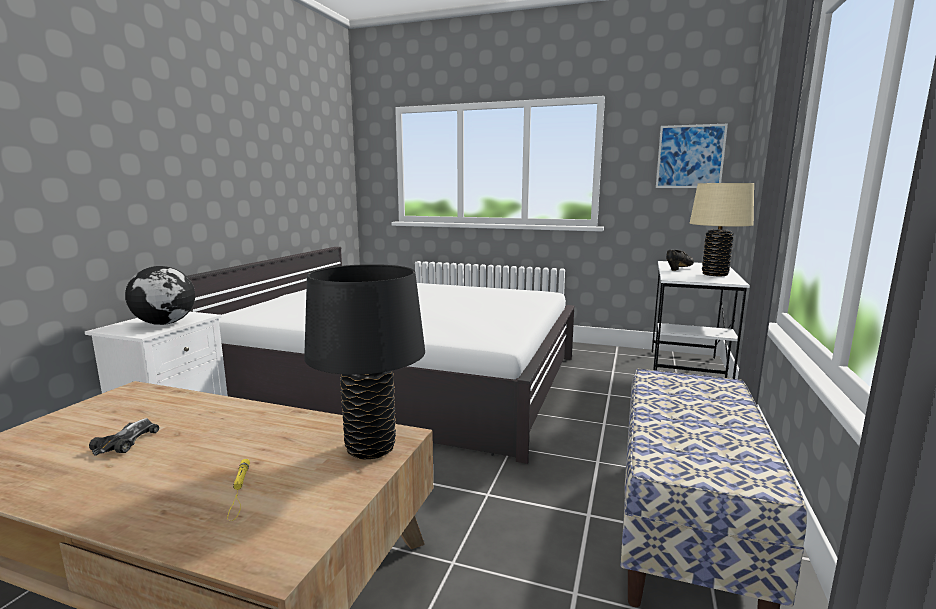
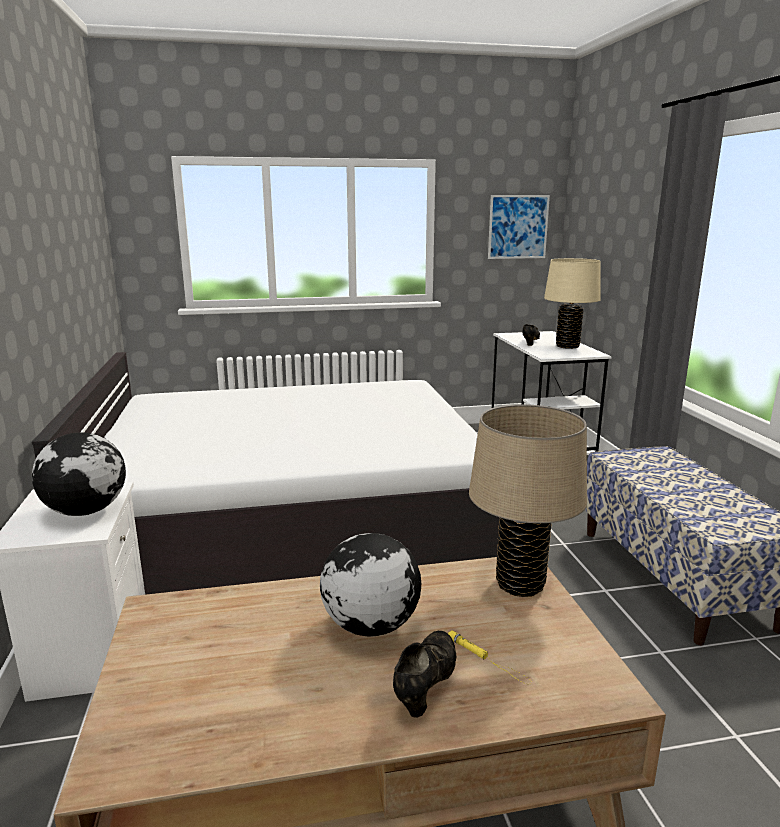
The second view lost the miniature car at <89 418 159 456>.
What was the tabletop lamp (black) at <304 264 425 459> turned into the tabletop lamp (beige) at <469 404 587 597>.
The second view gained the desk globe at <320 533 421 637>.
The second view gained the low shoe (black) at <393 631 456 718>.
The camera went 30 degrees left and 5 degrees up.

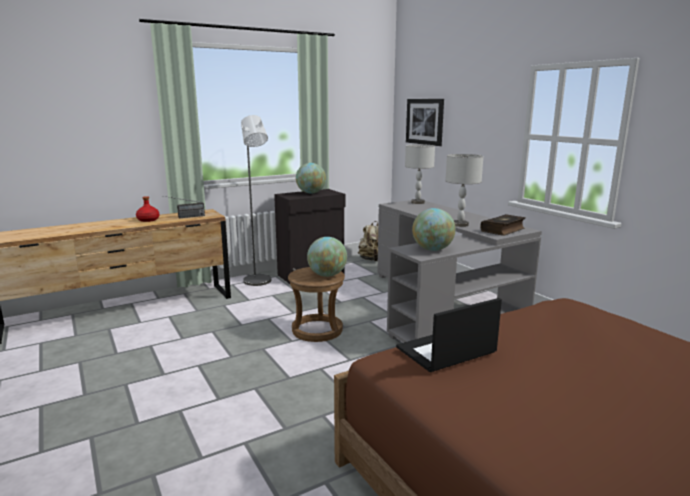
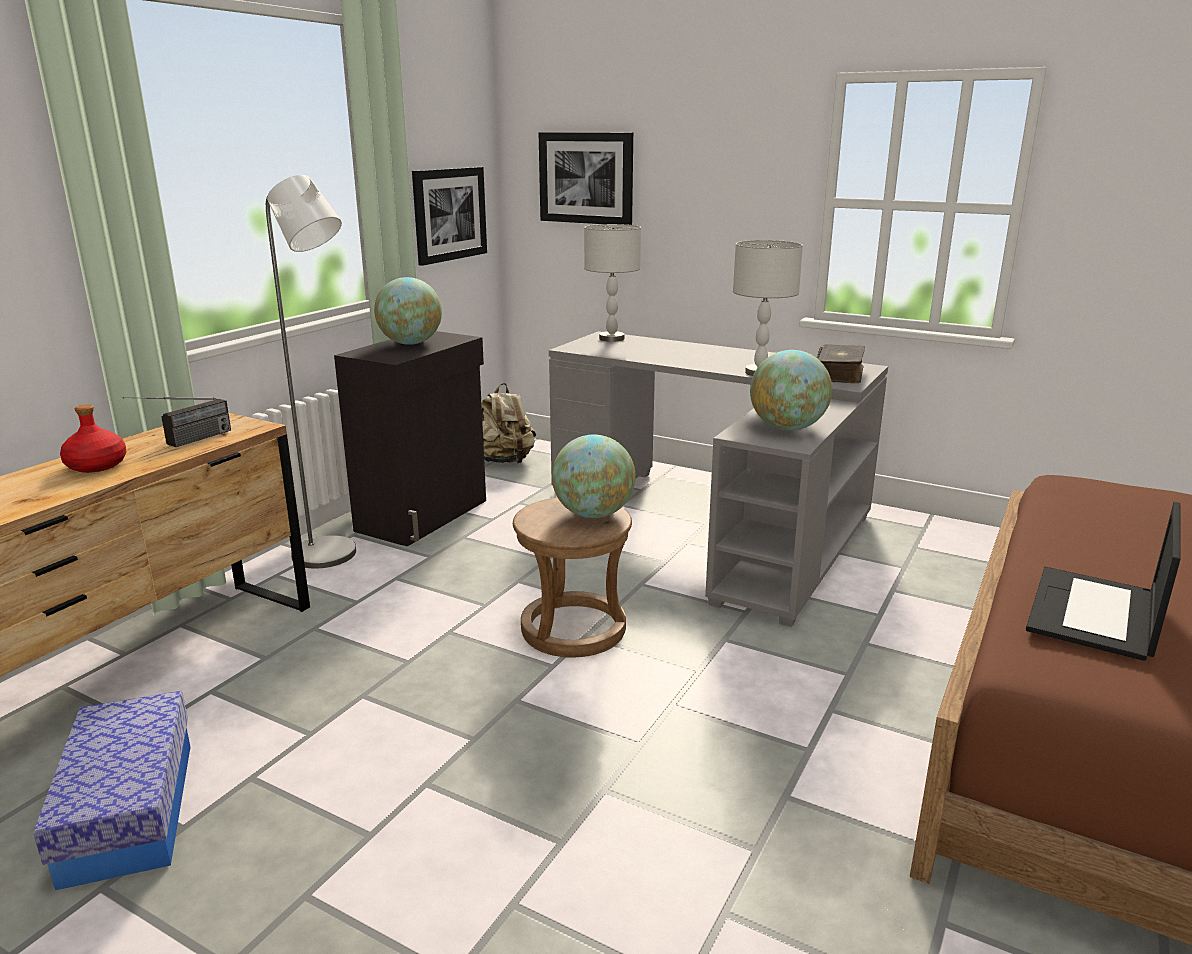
The second view gained the storage box at <33 691 190 890>.
The second view gained the wall picture at <412 167 487 266>.
The camera went 30 degrees left and 5 degrees up.

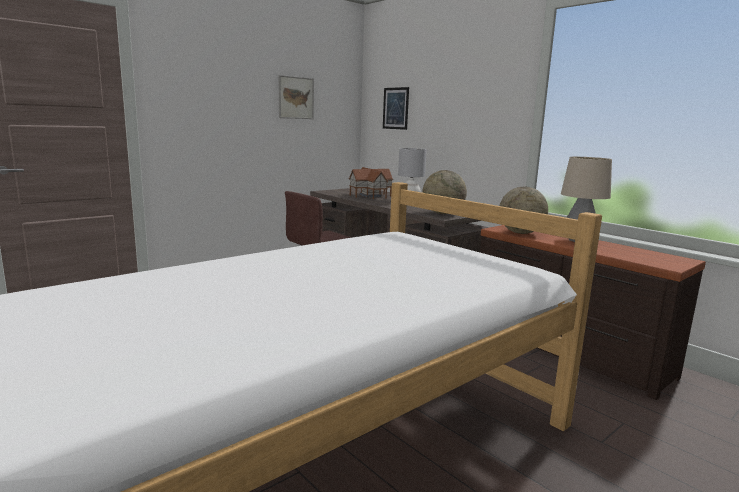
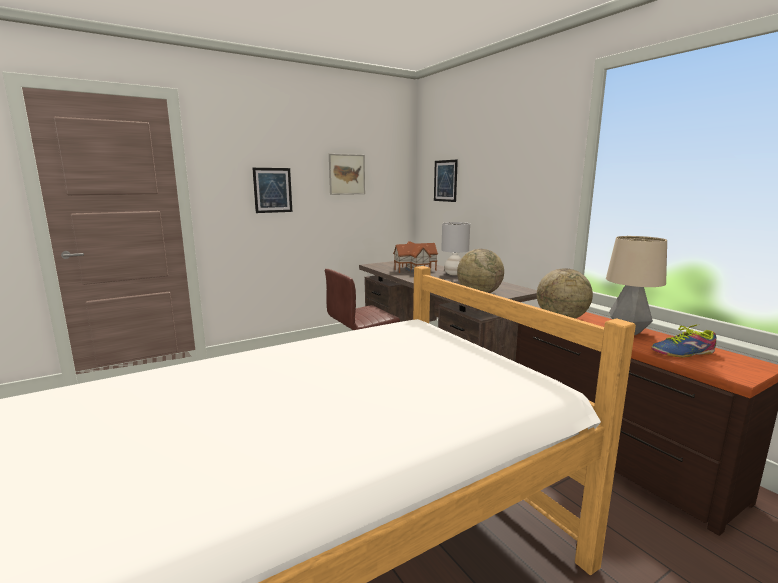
The second view gained the wall picture at <252 168 292 213>.
The second view gained the low shoe at <651 324 716 357>.
The camera went 10 degrees right and 0 degrees up.

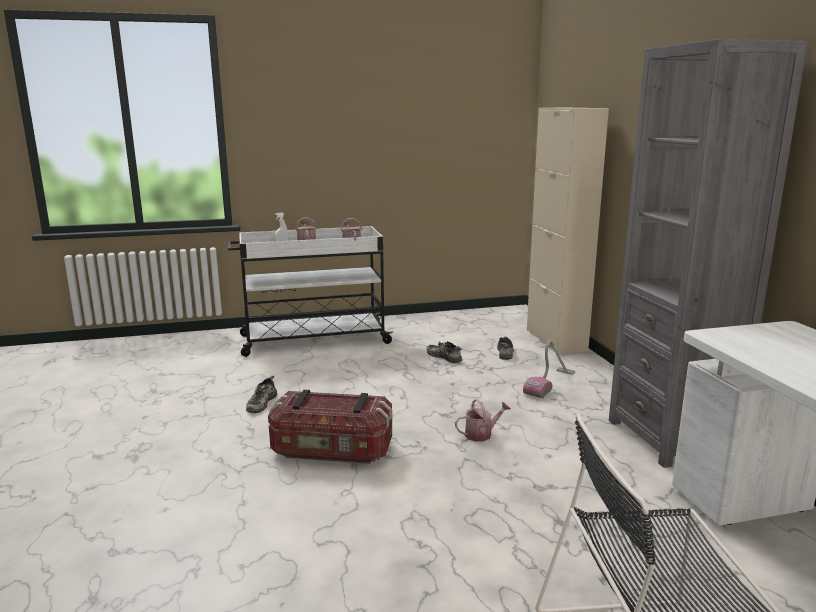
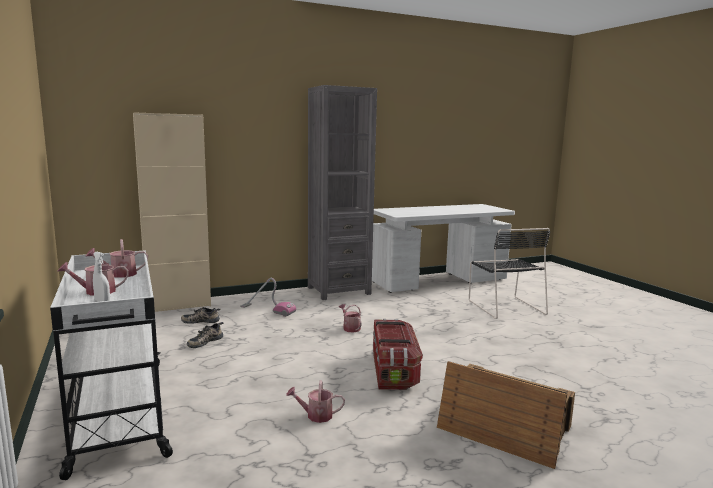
Where the low shoe stood at <246 376 277 413>, the watering can came to stand at <286 380 345 423>.
The second view gained the crate at <437 361 575 469>.
The camera went 100 degrees left and 5 degrees down.

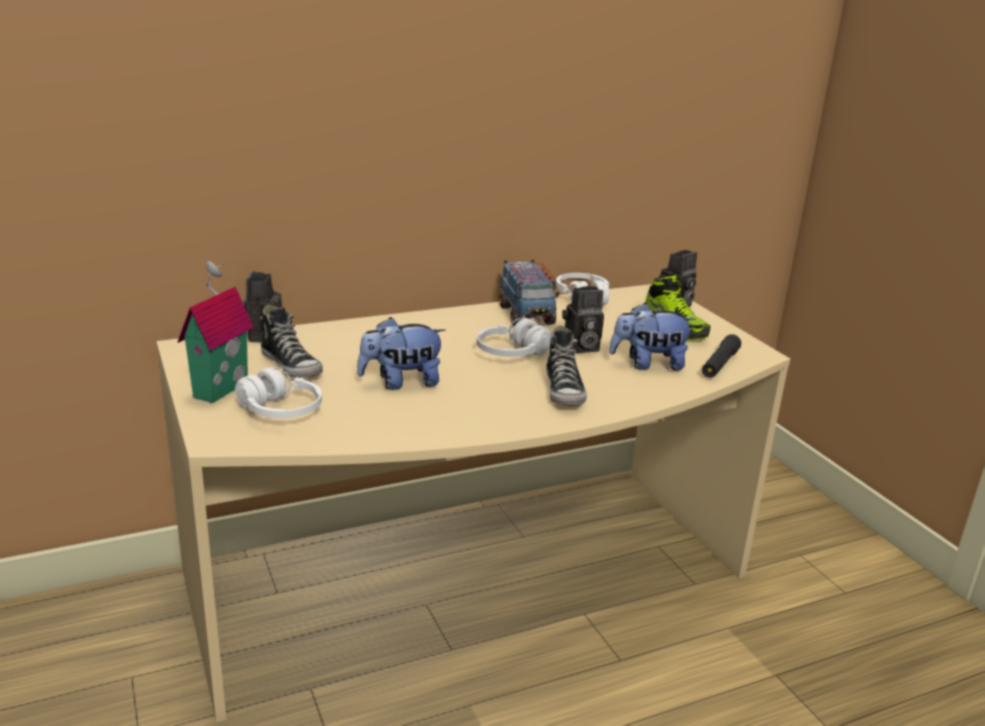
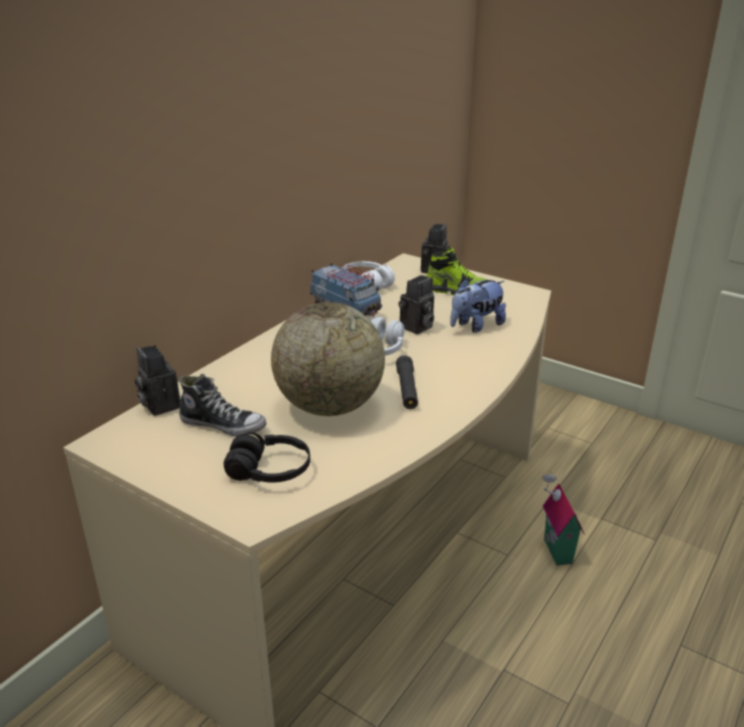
The miniature house ended up elsewhere, having gone from <178 261 254 403> to <542 471 584 565>.
What was the headset (white) at <235 367 322 418> turned into the headset (black) at <223 433 310 483>.
Where the plush toy stood at <357 317 446 390>, the desk globe came to stand at <271 302 385 416>.
The second view lost the low shoe at <546 325 587 407>.
The torch (black) ended up elsewhere, having gone from <702 334 741 378> to <396 355 418 409>.
The camera went 30 degrees left and 5 degrees up.

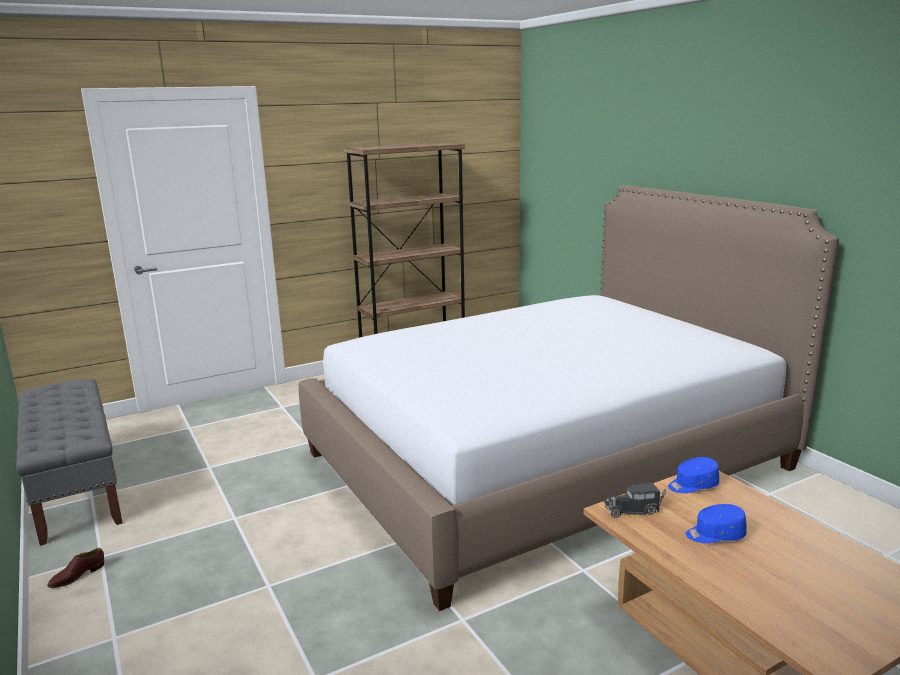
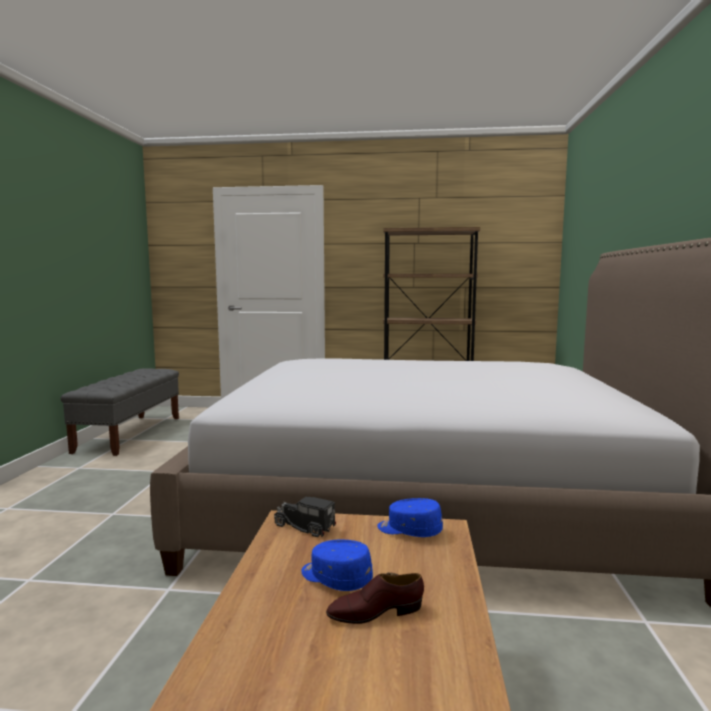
The low shoe (brown-coloured) ended up elsewhere, having gone from <47 548 104 588> to <326 572 424 624>.
The camera went 35 degrees right and 10 degrees down.

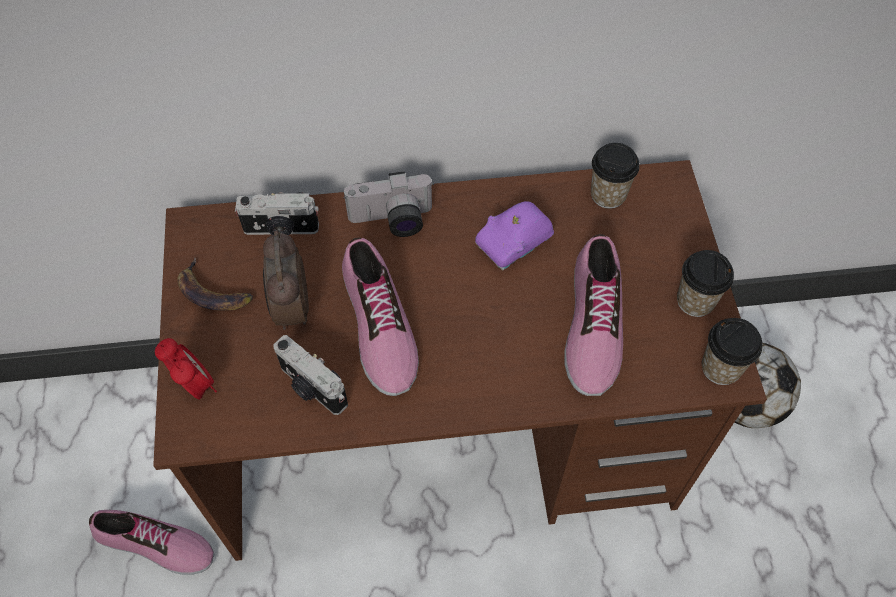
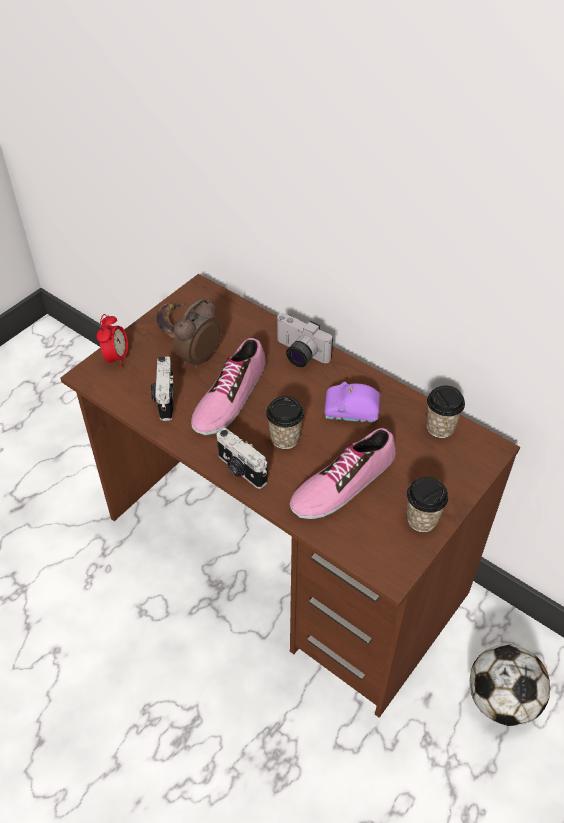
The second view lost the low shoe at <89 510 214 575>.
The still camera ended up elsewhere, having gone from <235 192 319 235> to <217 428 268 489>.
The small cup ended up elsewhere, having gone from <702 318 762 385> to <266 396 304 449>.
The camera went 45 degrees right and 10 degrees down.

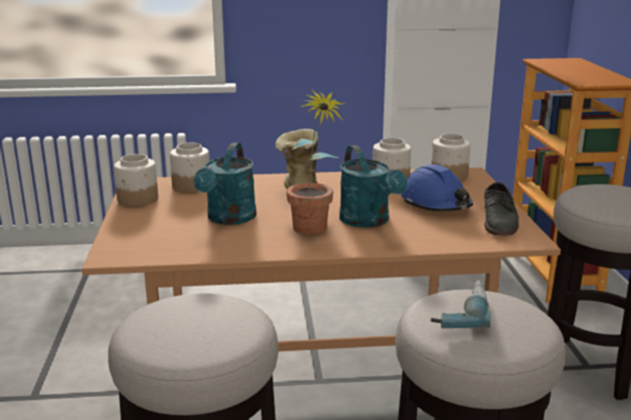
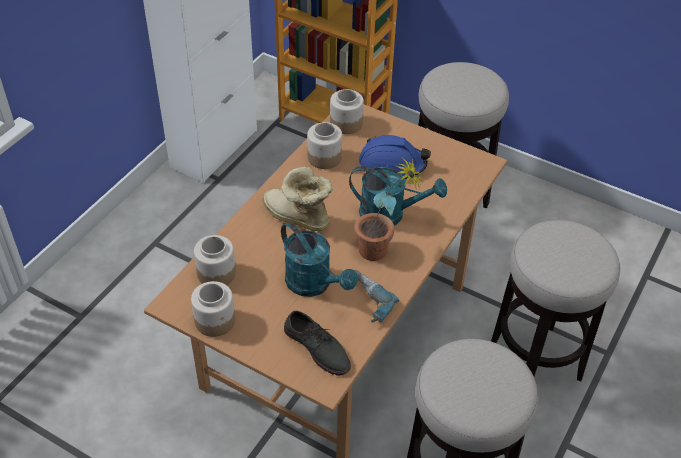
The power drill ended up elsewhere, having gone from <431 281 491 328> to <352 269 399 323>.
The low shoe (greyish) ended up elsewhere, having gone from <484 182 519 236> to <284 311 351 376>.
The camera went 55 degrees left and 25 degrees up.

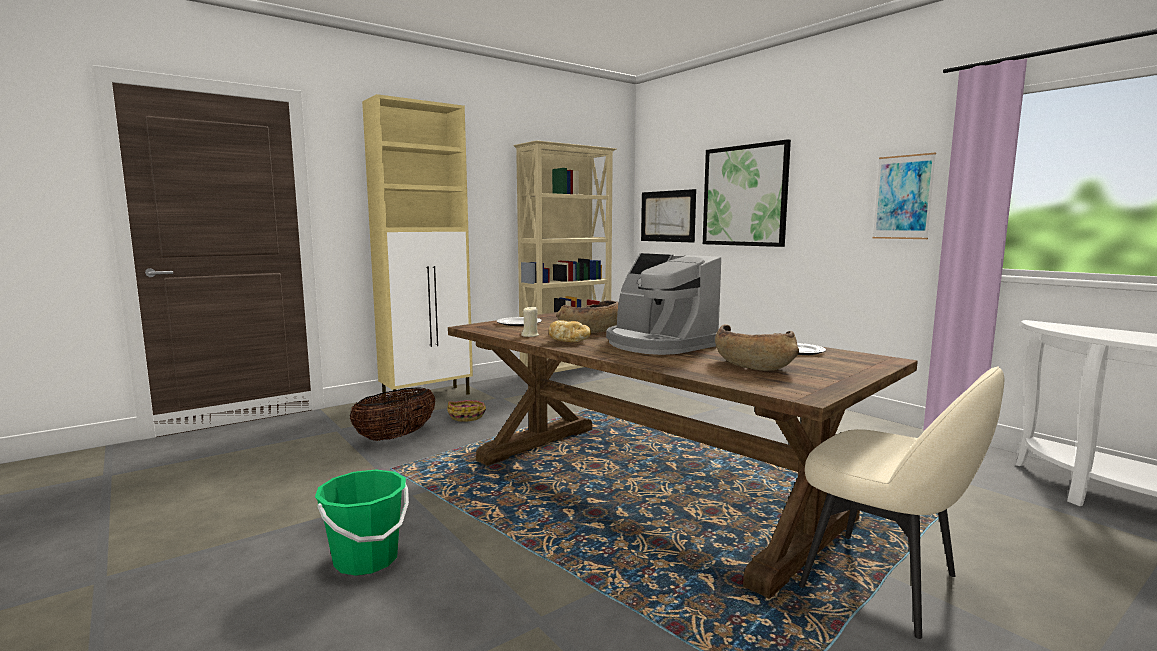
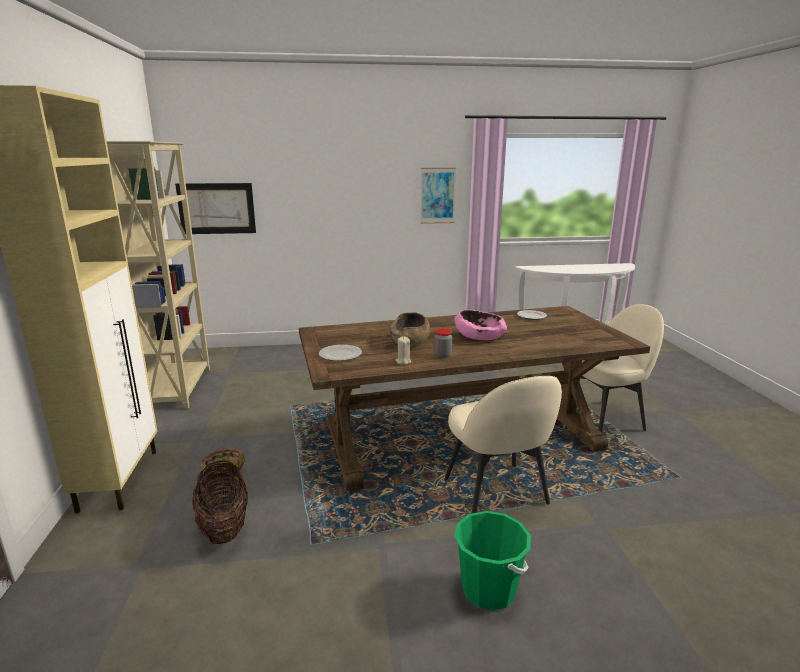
Where the bakery bread stood at <549 320 591 342>, the preserve jar came to stand at <434 329 452 358>.
Where the coffee maker stood at <606 253 721 355>, the bowl (pink) came to stand at <454 310 507 340>.
The second view lost the wall picture at <703 139 791 247>.
The second view lost the bowl (brown-coloured) at <715 324 799 371>.
The second view gained the upright chair (beige) at <444 376 562 513>.
The camera went 60 degrees left and 10 degrees up.

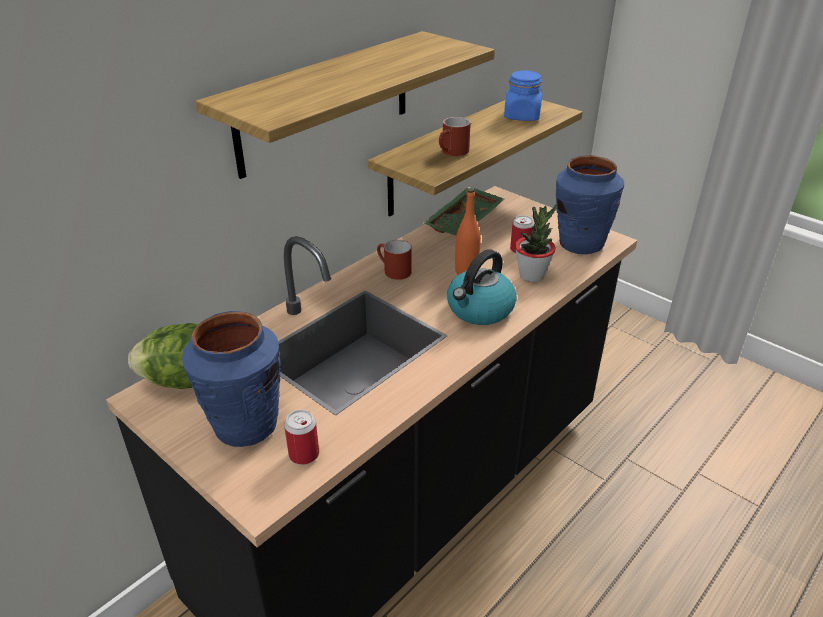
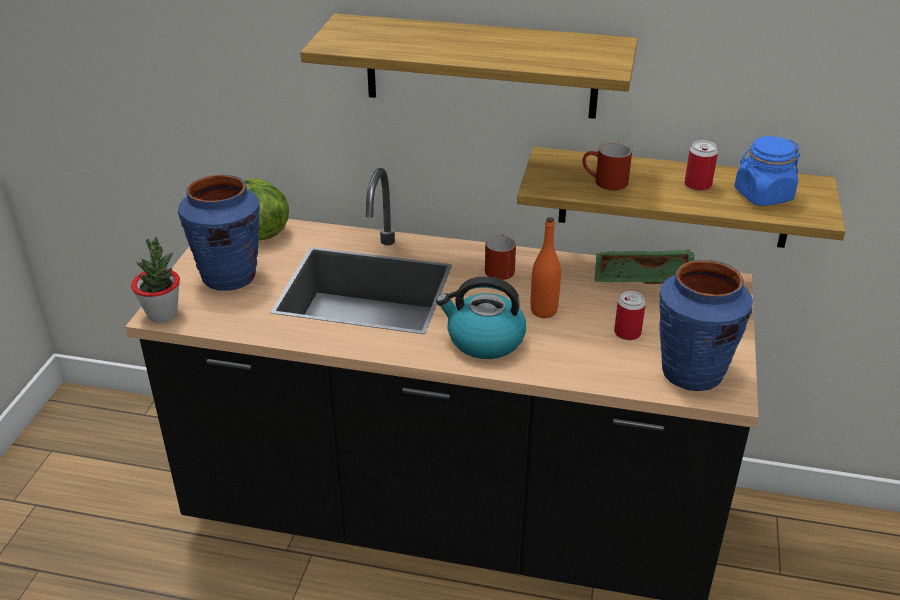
The metal can ended up elsewhere, having gone from <284 410 319 465> to <684 140 718 191>.
The potted plant ended up elsewhere, having gone from <515 204 557 282> to <131 237 180 323>.
The camera went 60 degrees right and 0 degrees up.

